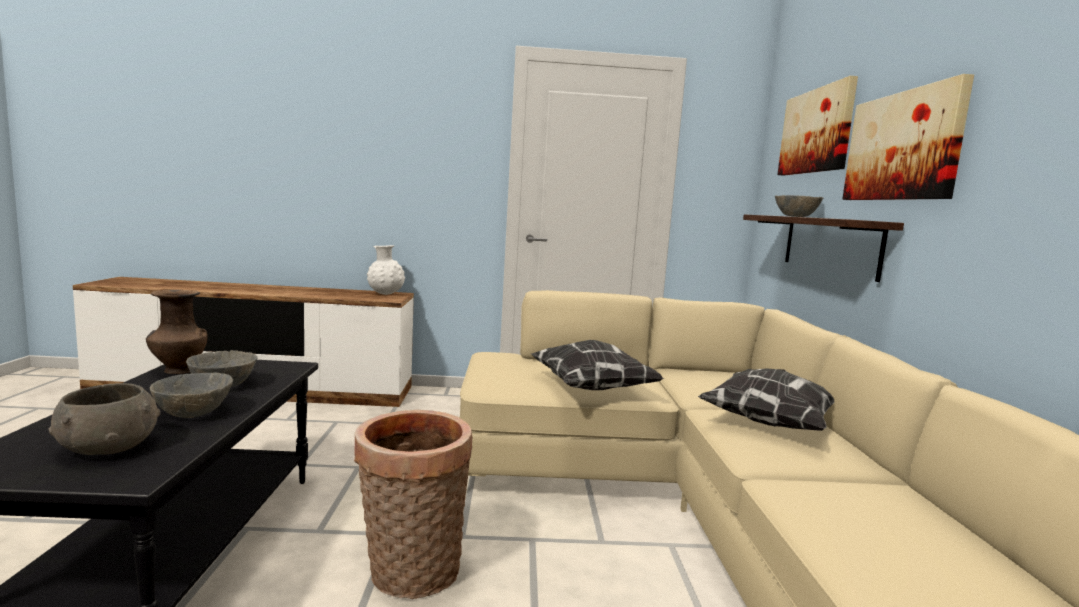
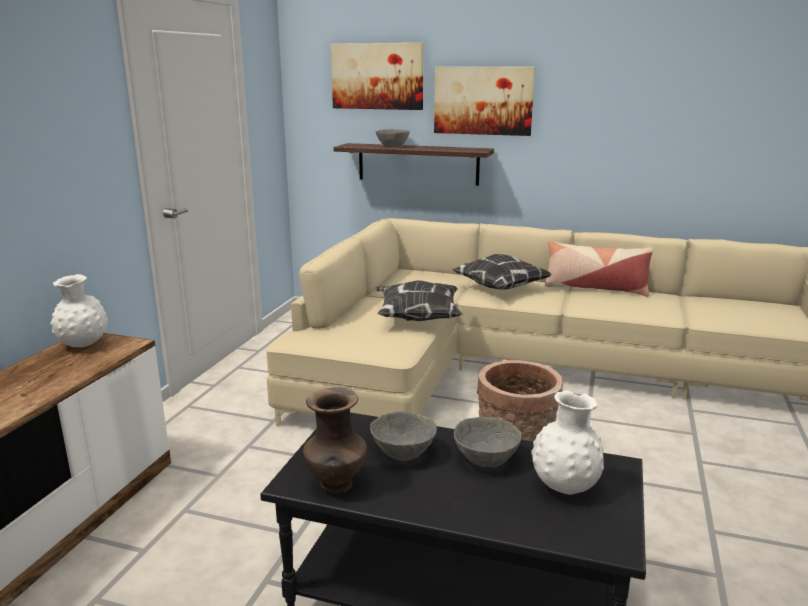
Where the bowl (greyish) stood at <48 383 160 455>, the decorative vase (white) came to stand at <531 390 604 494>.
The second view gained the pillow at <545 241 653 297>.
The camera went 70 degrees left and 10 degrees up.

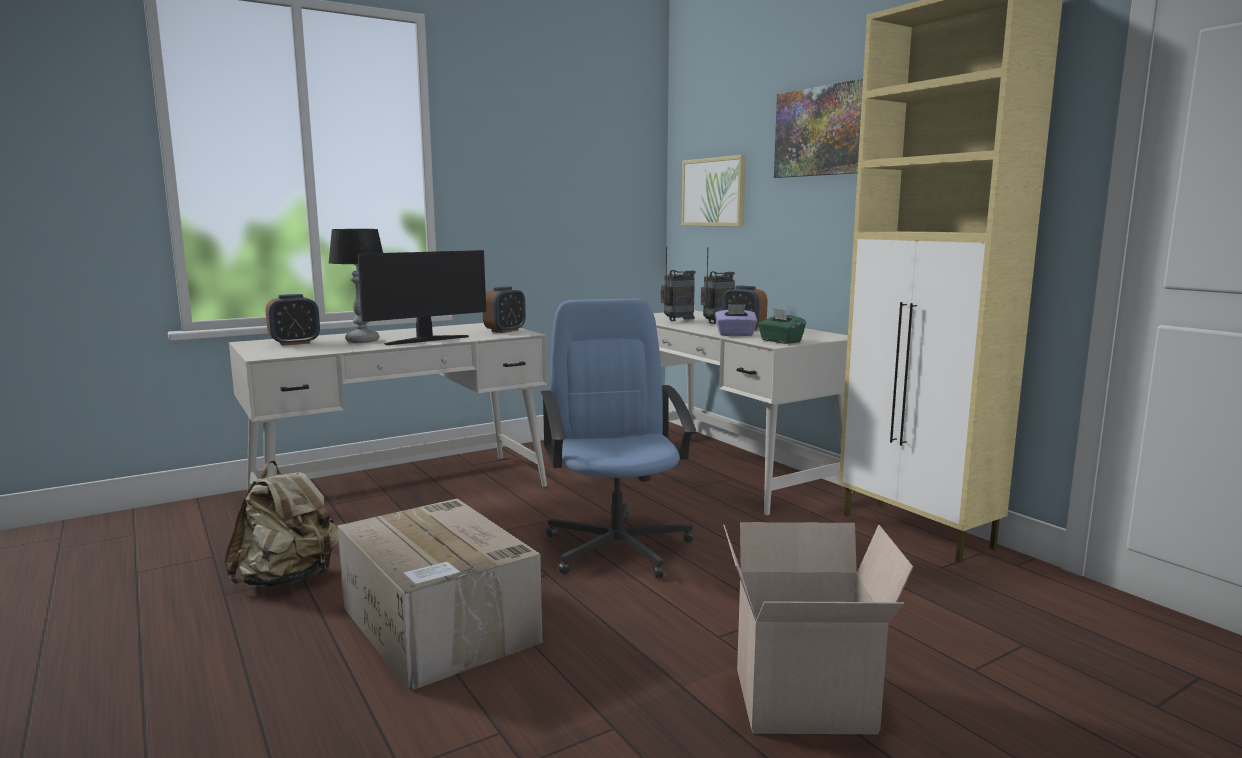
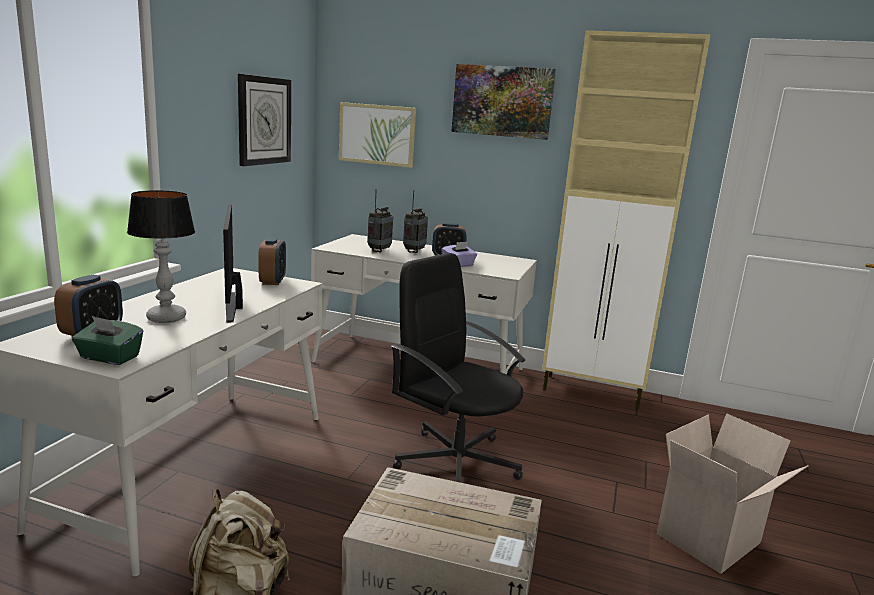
The monitor at <357 250 486 345> ended up facing another way, 150 degrees clockwise from before.
What was the computer chair (blue) at <541 298 696 578> turned into the computer chair (black) at <391 253 525 483>.
The tissue holder (green) ended up elsewhere, having gone from <758 308 806 344> to <72 316 143 365>.
The second view gained the clock on the wall at <238 74 291 166>.
The camera went 40 degrees left and 5 degrees up.

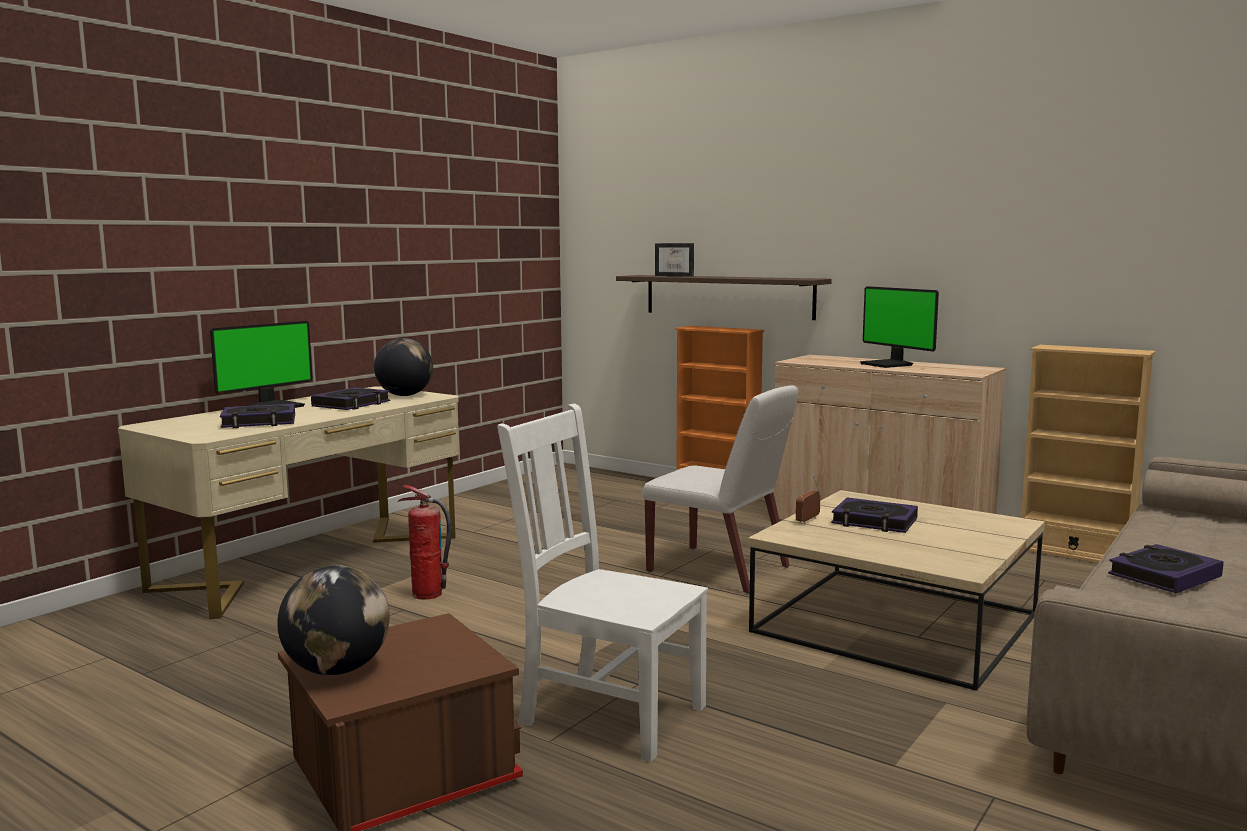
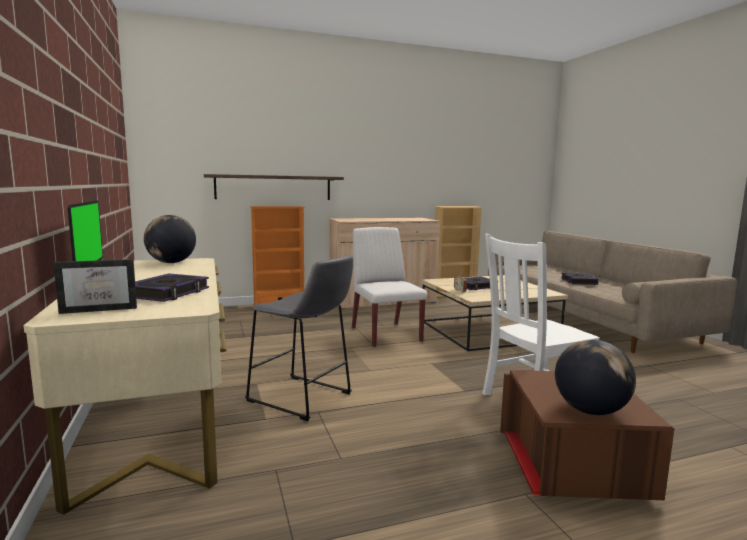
The second view lost the volume at <311 387 390 410>.
Where the extinguisher stood at <398 485 452 600>, the sitting stool (greyish) came to stand at <245 255 353 421>.
The upright chair (white) at <642 385 798 594> ended up facing another way, 90 degrees counterclockwise from before.
The picture frame ended up elsewhere, having gone from <655 243 694 277> to <54 259 137 314>.
The second view lost the monitor at <860 286 939 368>.
The camera went 55 degrees left and 0 degrees up.

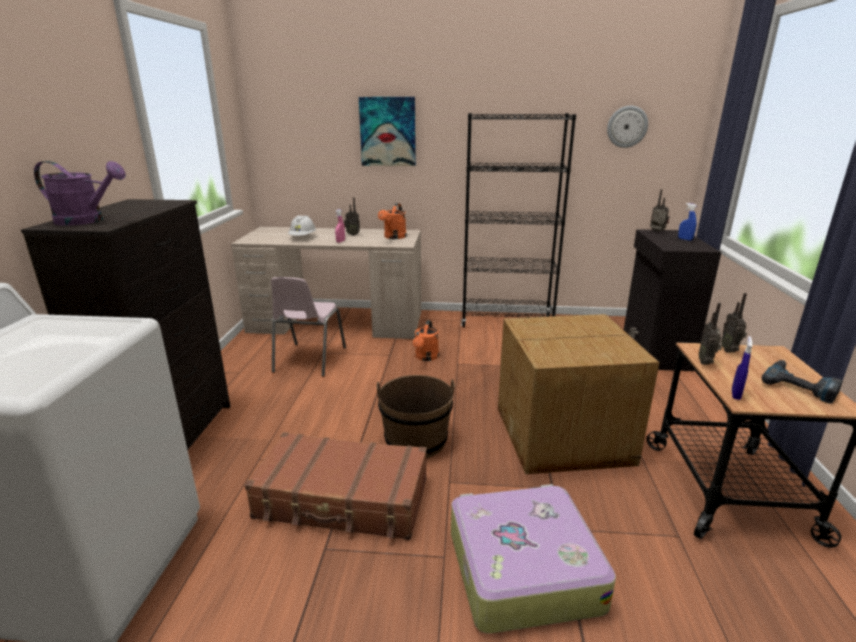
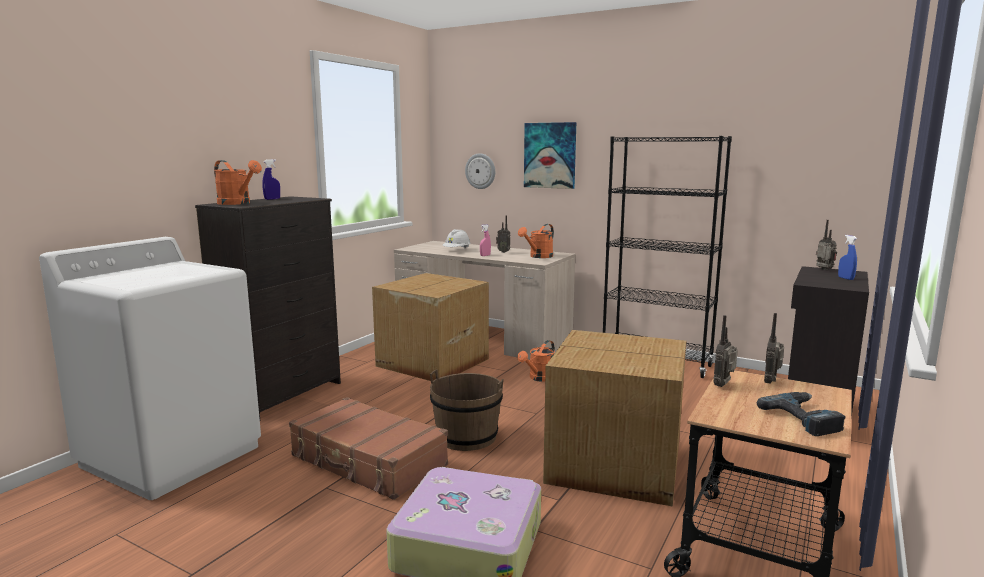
What was the watering can (purplish) at <34 161 126 226> turned into the watering can (orangey) at <214 160 262 205>.
Where the upright chair (pink) stood at <271 277 346 377>, the carton came to stand at <372 273 489 381>.
The clock on the wall ended up elsewhere, having gone from <607 106 648 148> to <465 153 495 189>.
The sprayer (blue) ended up elsewhere, having gone from <732 336 753 400> to <262 159 280 200>.
The camera went 25 degrees right and 10 degrees down.

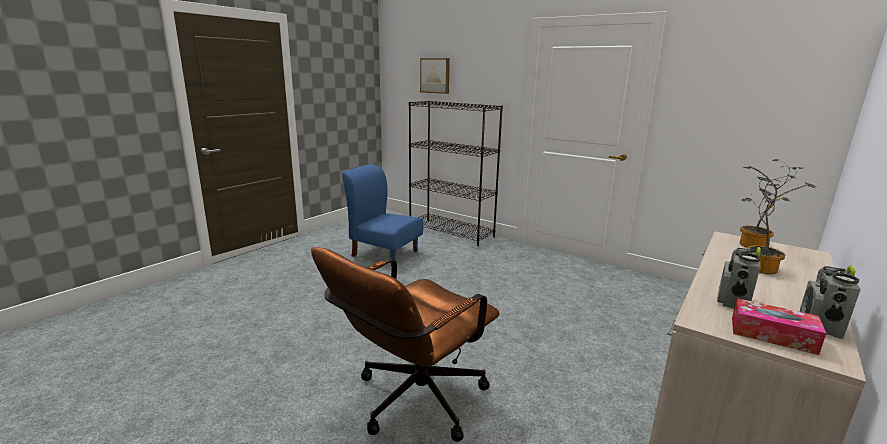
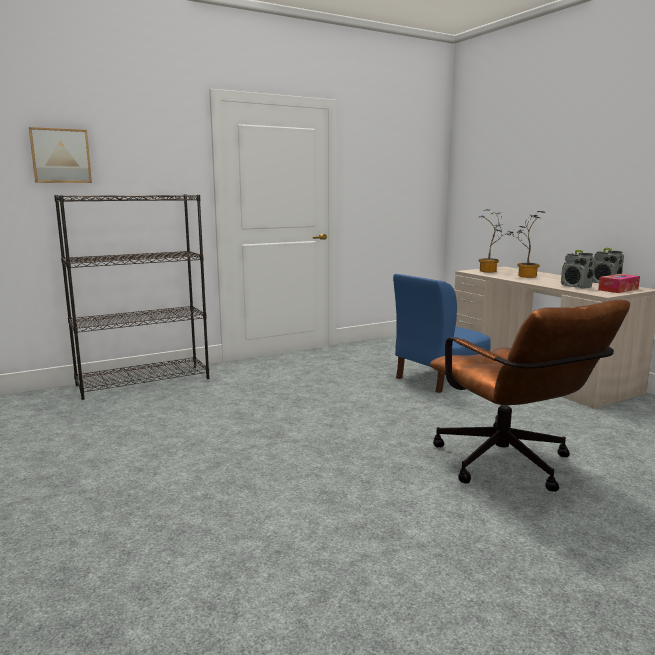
The upright chair (blue) ended up elsewhere, having gone from <342 164 423 266> to <393 274 491 393>.
The camera went 65 degrees left and 5 degrees down.

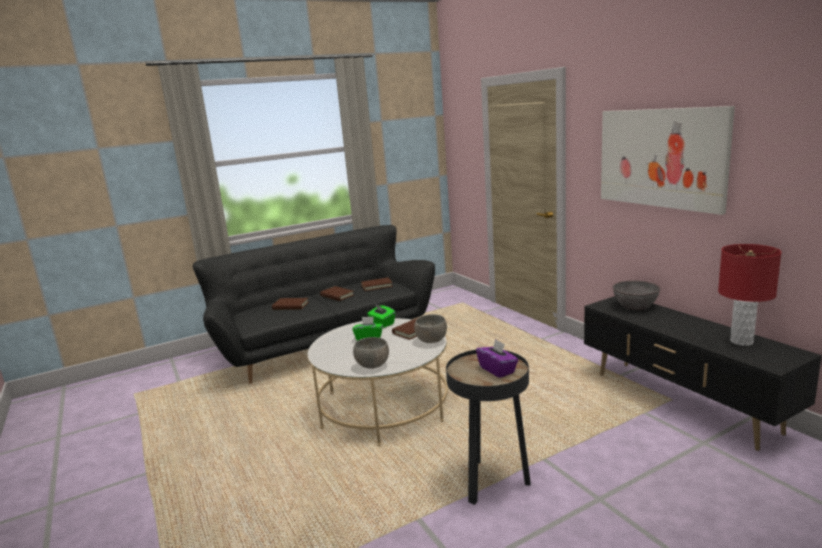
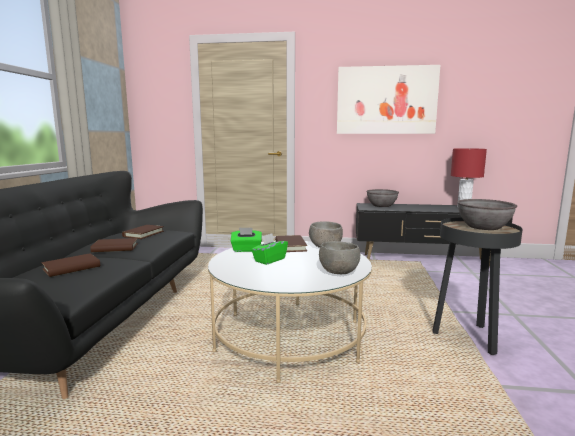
Where the tissue holder (purplish) stood at <476 339 518 378>, the bowl (greyish) came to stand at <457 199 517 230>.
The camera went 55 degrees left and 5 degrees down.

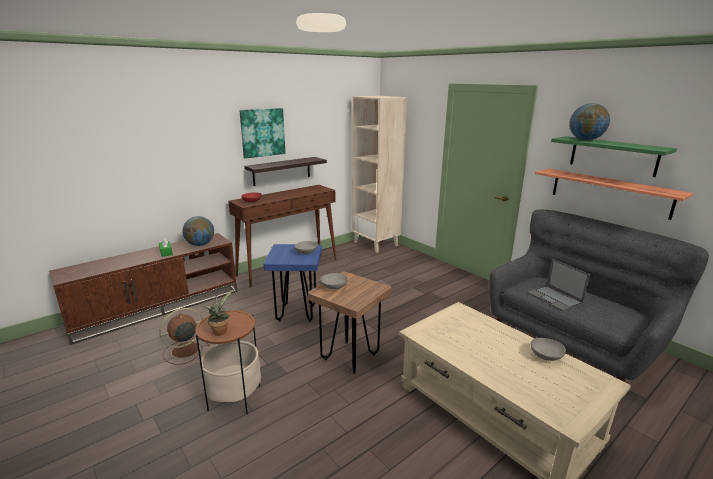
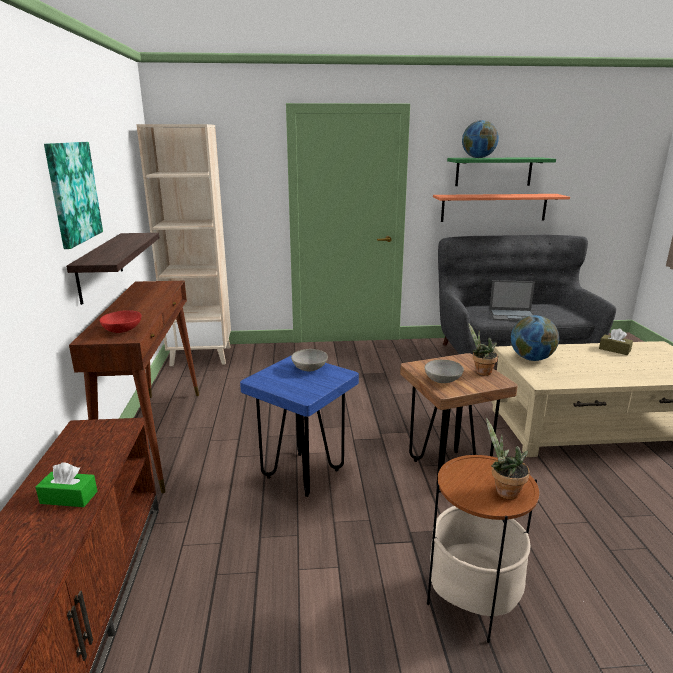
The second view lost the fan (brown-coloured) at <159 308 210 365>.
The desk globe ended up elsewhere, having gone from <183 216 214 246> to <511 315 559 361>.
Where the bowl (greyish) stood at <531 338 566 361>, the tissue holder (brown-coloured) came to stand at <599 328 633 355>.
The second view gained the potted plant at <468 323 498 376>.
The camera went 55 degrees left and 0 degrees up.

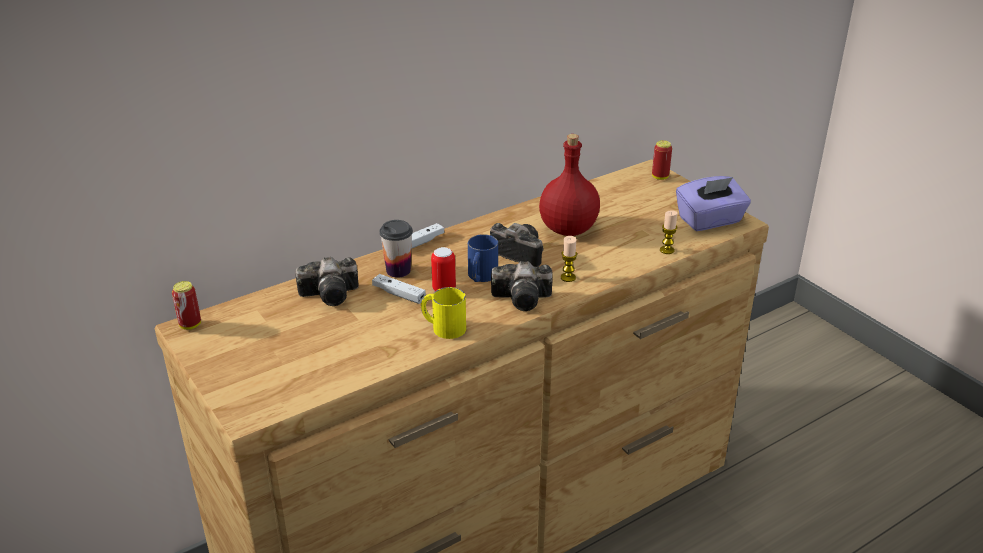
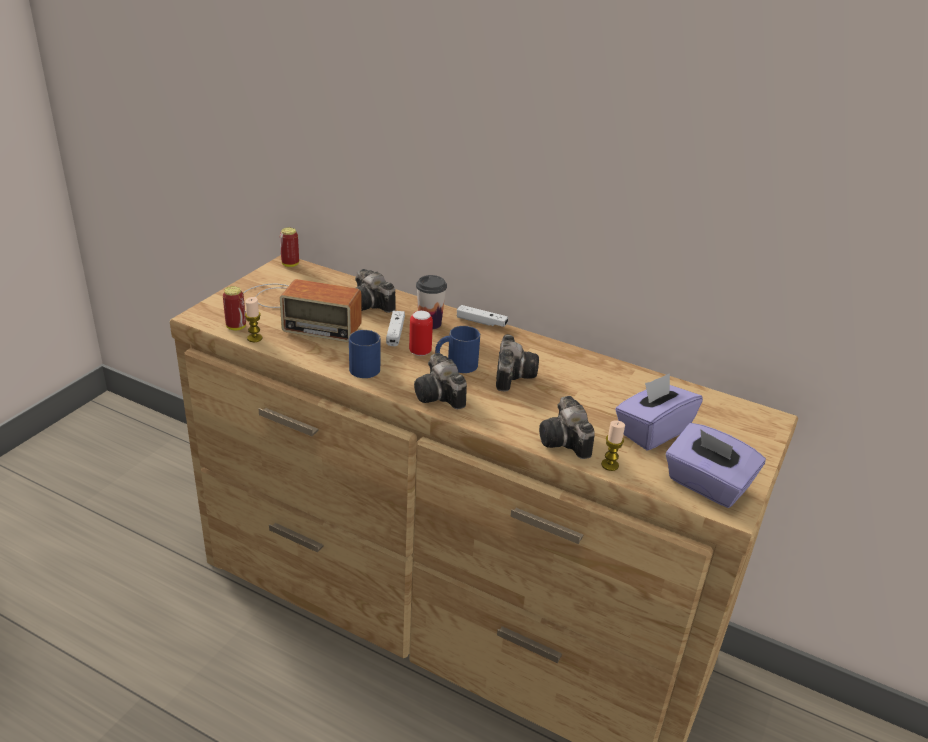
What was the tea mug (yellow) at <421 287 466 339> turned into the tea mug (blue) at <349 330 381 378>.
The second view lost the drink bottle (reddish) at <539 134 600 236>.
The wax light ended up elsewhere, having gone from <561 236 577 282> to <245 297 262 342>.
The metal can ended up elsewhere, having gone from <652 140 672 180> to <223 286 246 331>.
The second view gained the radio at <243 279 362 342>.
The second view gained the still camera at <539 396 595 459>.
The second view gained the tissue holder (purplish) at <615 373 703 450>.
The camera went 60 degrees right and 0 degrees up.

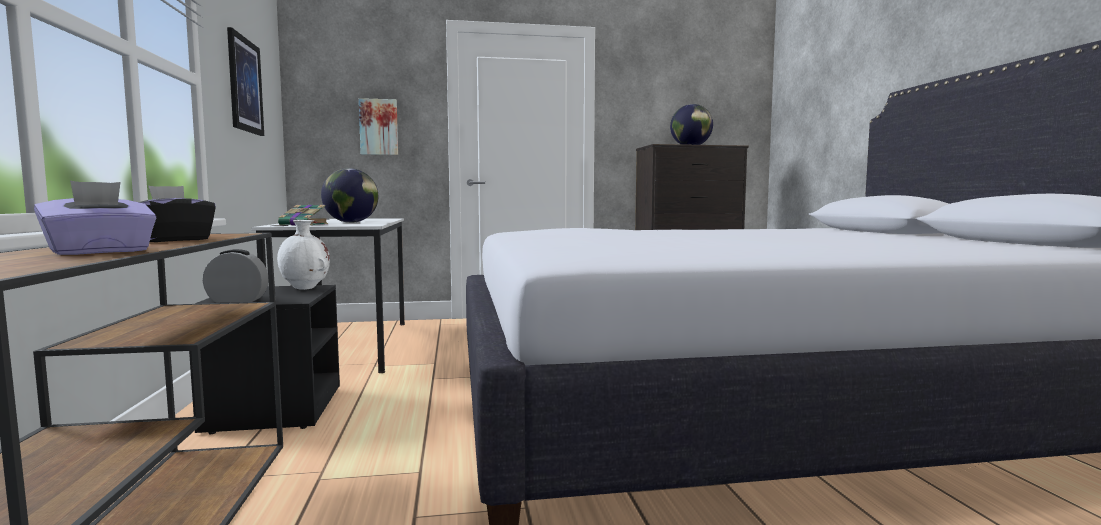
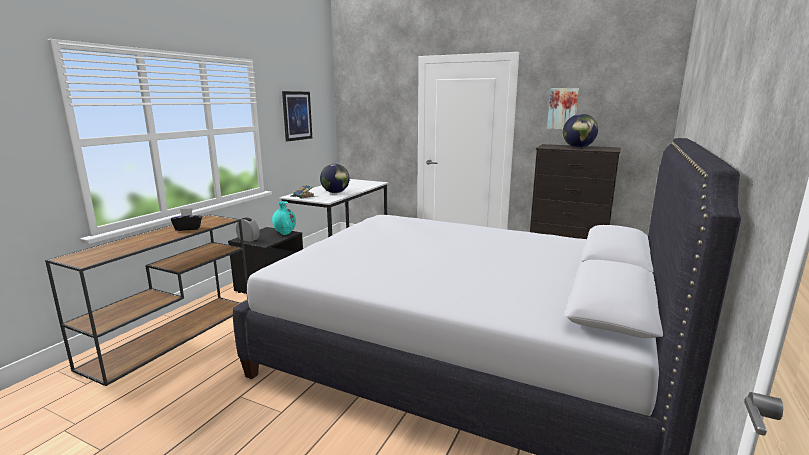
The second view lost the tissue holder (purplish) at <34 181 156 255>.
What was the decorative vase (white) at <277 220 330 290> turned into the decorative vase (turquoise-coloured) at <272 201 296 235>.
The wall picture ended up elsewhere, having gone from <359 98 398 155> to <547 88 579 129>.
The camera went 35 degrees right and 10 degrees up.

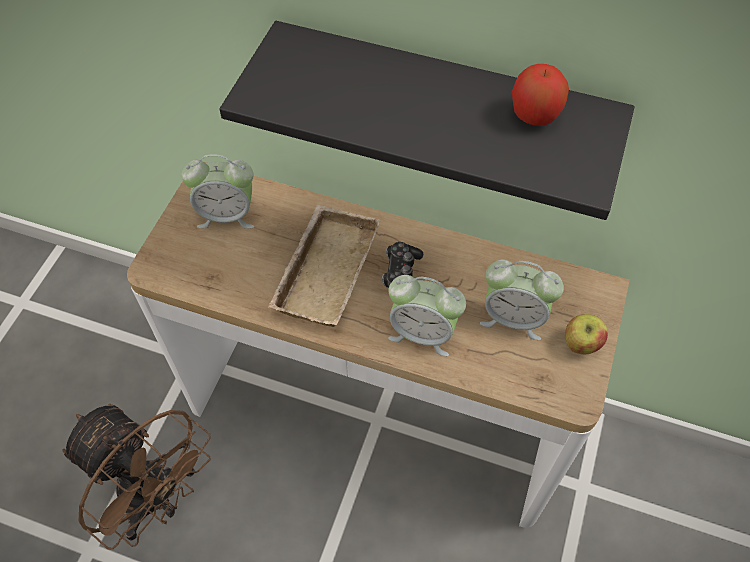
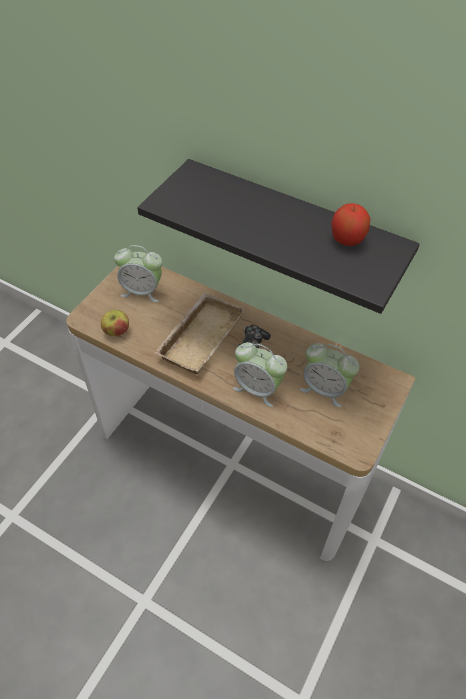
The second view lost the fan (brown-coloured) at <62 404 211 550>.
The whole apple ended up elsewhere, having gone from <565 314 608 355> to <101 310 129 336>.
The camera went 10 degrees right and 5 degrees down.

